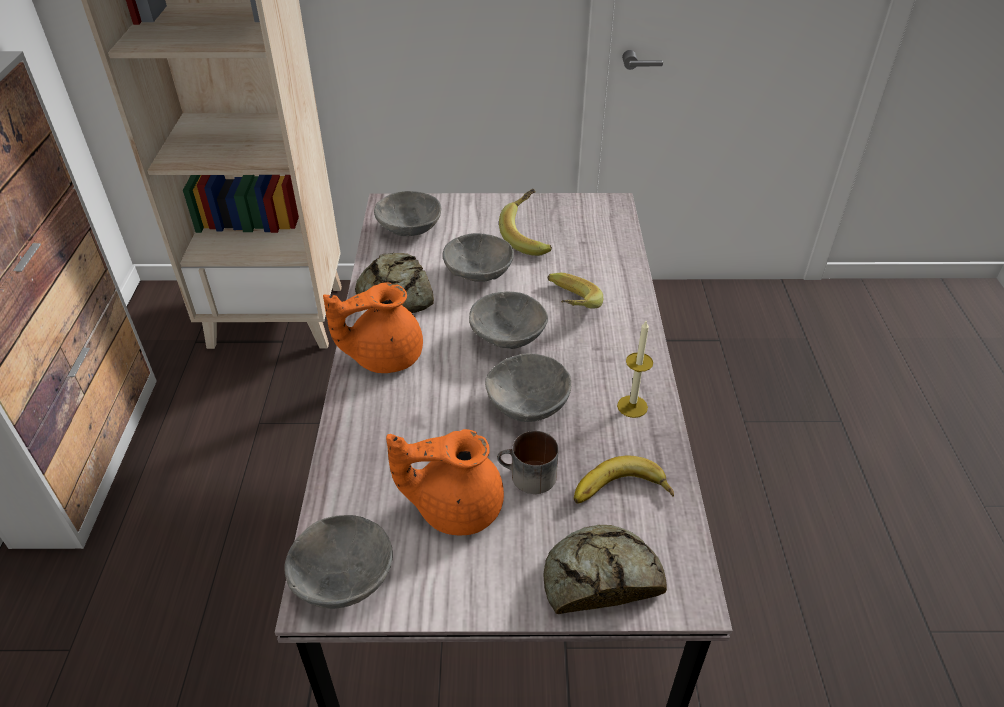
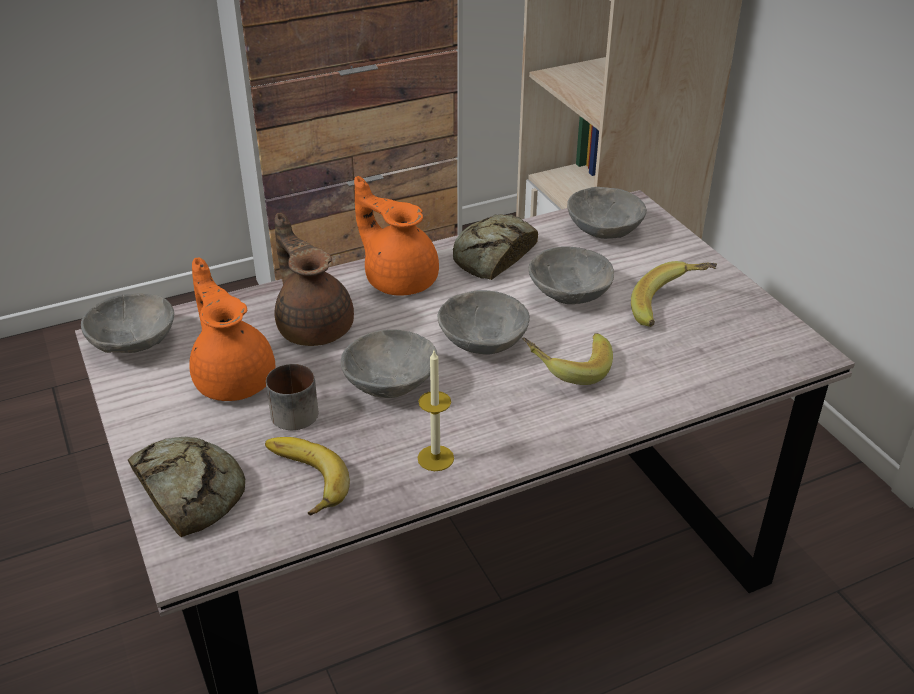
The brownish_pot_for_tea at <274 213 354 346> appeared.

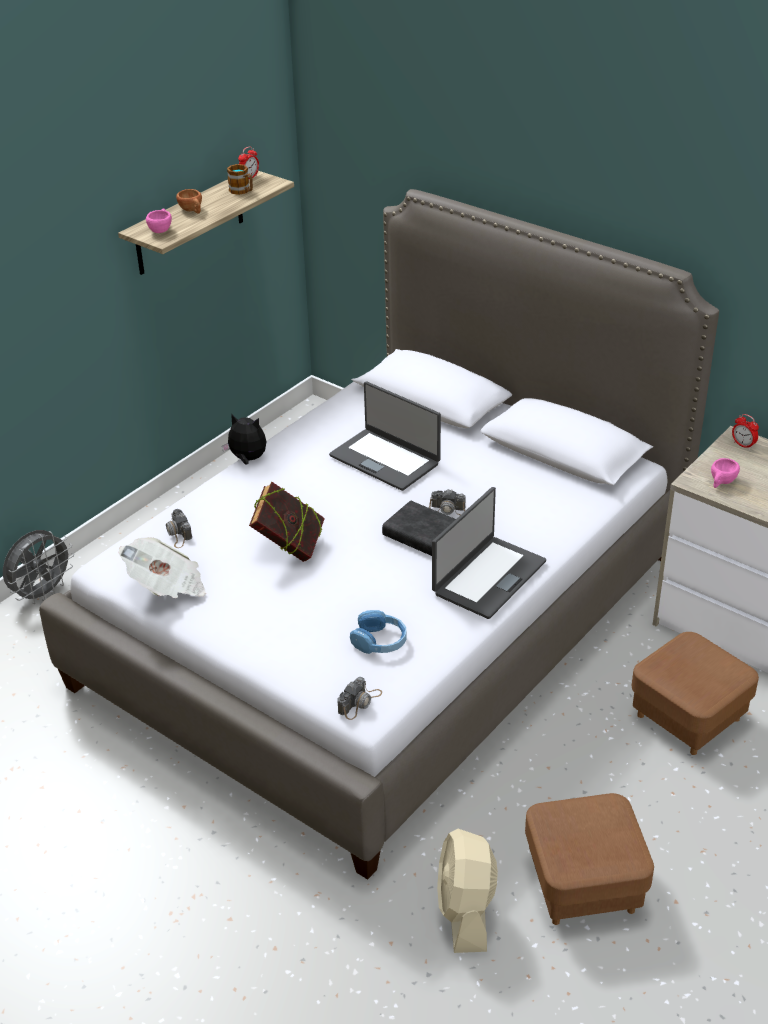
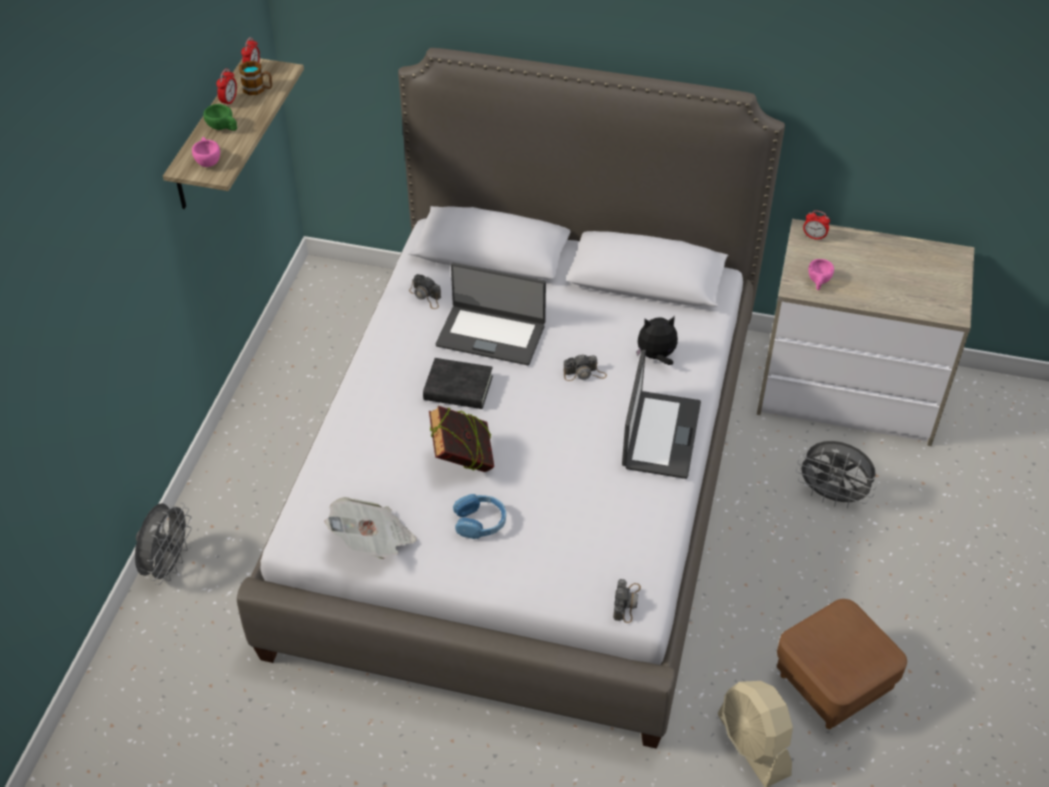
The still_camera moved from <166 509 192 548> to <409 274 441 309>.
The brownish_small_cup at <176 189 202 213> became the green-coloured_small_cup at <203 104 237 131>.
The plush_toy moved from <222 414 267 465> to <636 316 678 365>.
The blue-coloured_pair_of_headphones moved from <350 610 406 654> to <453 494 506 539>.
The black_bound_book moved from <382 500 456 556> to <423 358 493 409>.
The brownish_pouffe at <632 632 759 755> was replaced by the gray_fan at <796 441 877 508>.
The alarm_clock at <216 69 237 107> appeared.

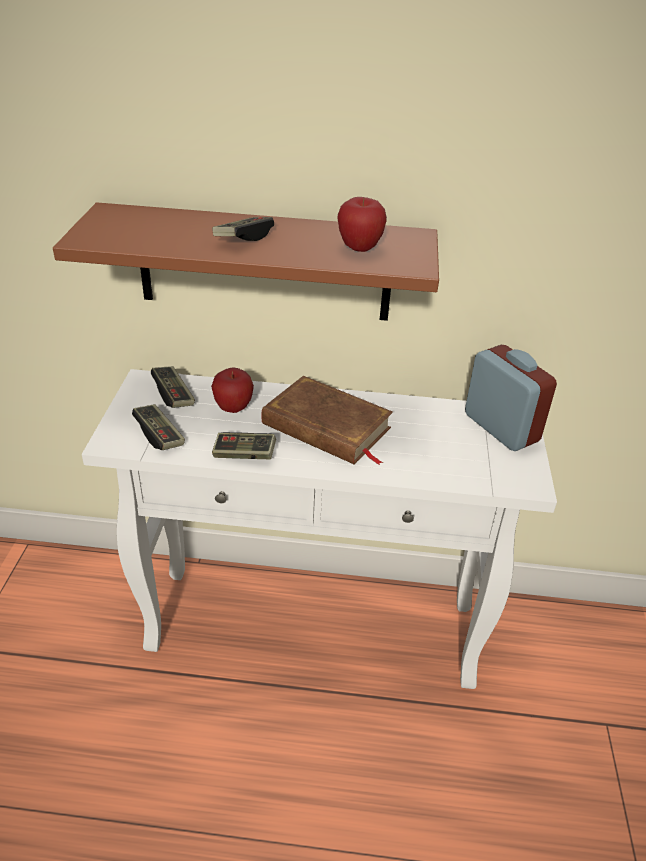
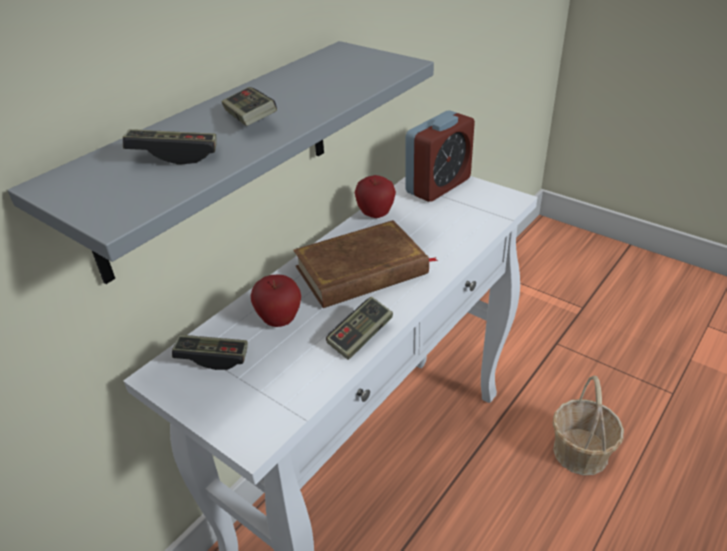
The brownish_shelf at <53 202 439 321> became the gray_shelf at <8 41 434 284>.
The game_controller moved from <132 404 185 450> to <123 129 217 165>.
The whole_apple moved from <337 197 387 252> to <354 175 396 218>.
The alarm_clock at <465 345 557 451> turned 135 degrees clockwise.
The household_basket at <553 375 624 475> appeared.

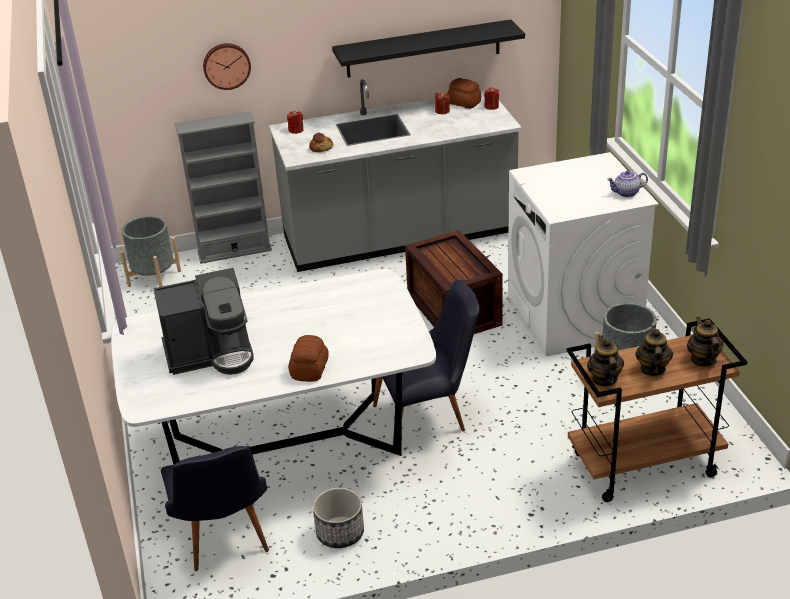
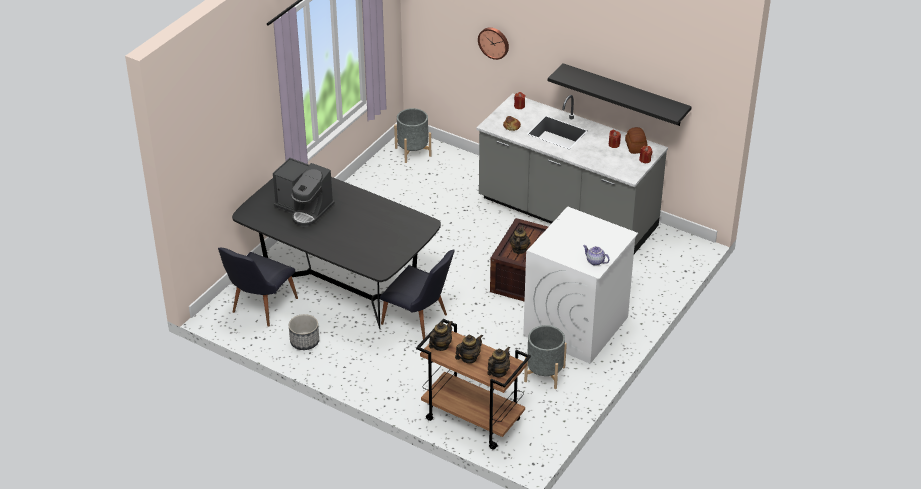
The whitish_dining_table at <111 269 436 464> became the black_dining_table at <232 177 441 329>.
The gray_shelving_unit at <175 111 272 264> disappeared.
The bread at <288 335 329 382> disappeared.
The pot_for_tea at <509 225 530 254> appeared.

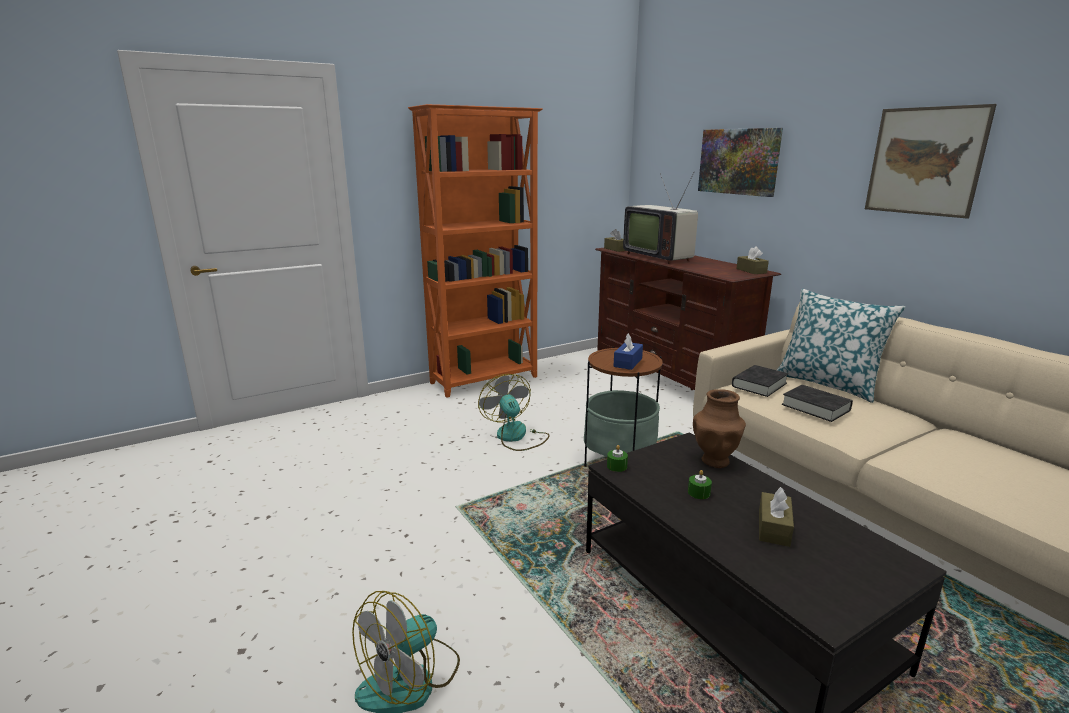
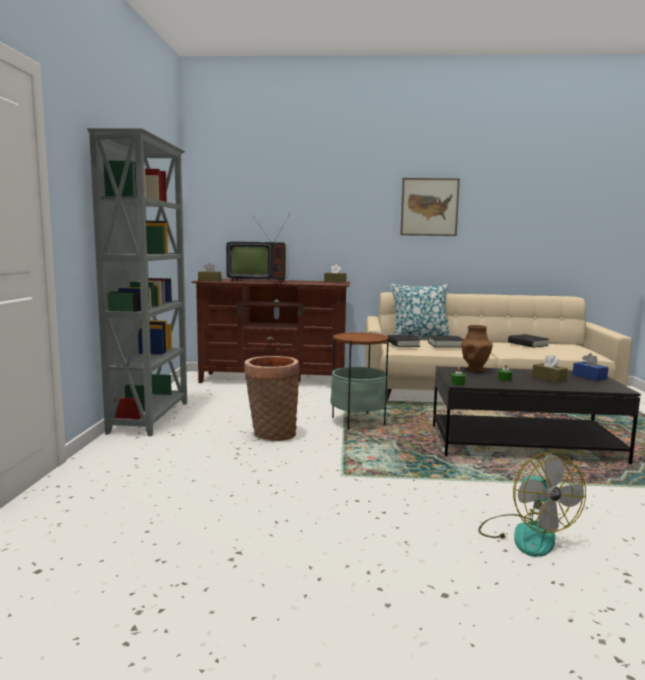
The orangey_shelving_unit at <408 104 543 398> became the gray_shelving_unit at <87 128 187 436>.
The fan at <478 374 550 451> was replaced by the household_basket at <244 356 300 441>.
The blue-coloured_box_of_tissues moved from <613 333 643 370> to <573 353 608 381>.
The wall_art at <698 128 783 197> disappeared.
The black_bound_book at <508 334 549 348> appeared.

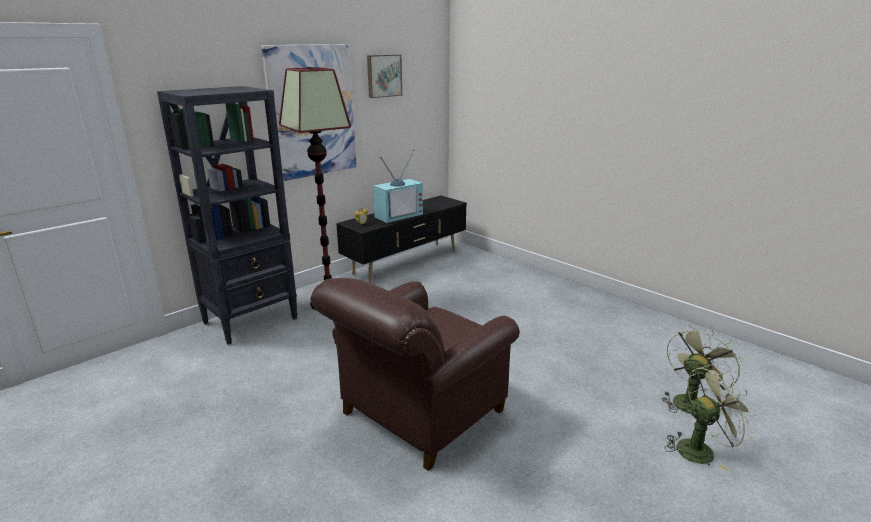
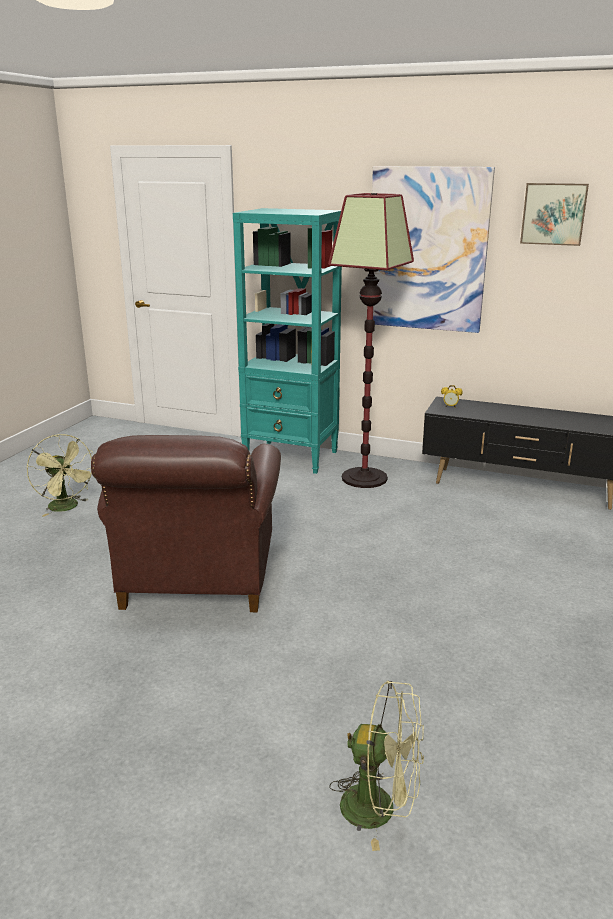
The black_shelving_unit at <157 86 298 345> became the turquoise_shelving_unit at <233 208 342 474>.
The brownish_lounge_chair at <311 278 520 471> turned 105 degrees counterclockwise.
The TV_set at <373 149 423 223> disappeared.
The green-coloured_fan moved from <664 365 757 471> to <27 434 93 517>.

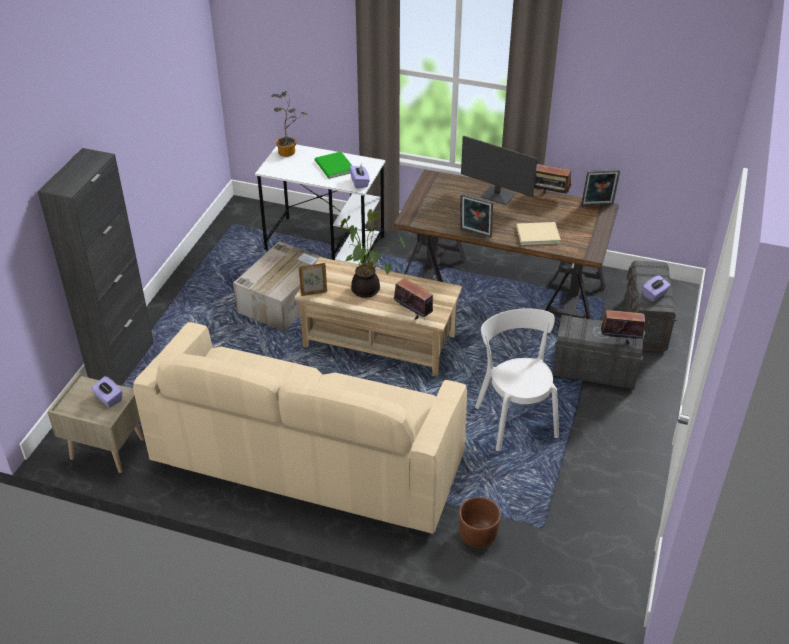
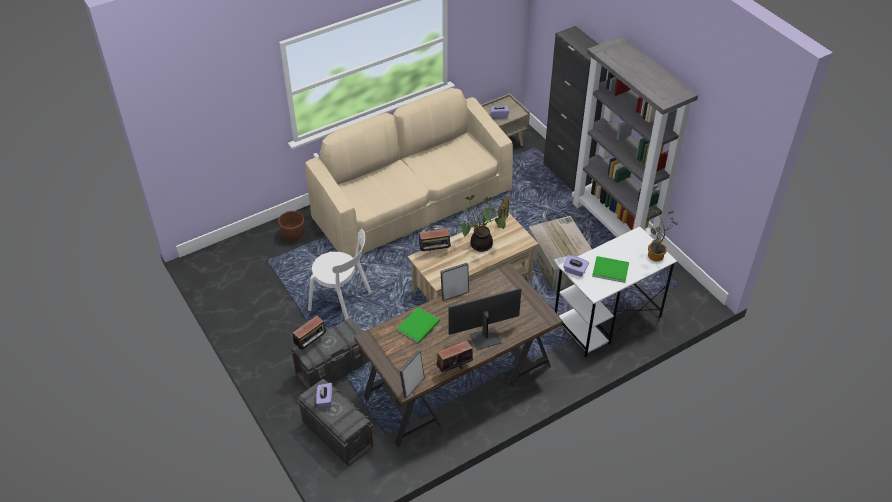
The sand-coloured_bound_book at <516 222 561 245> became the green-coloured_bound_book at <397 307 440 343>.
The gray_shelving_unit at <572 36 698 243> appeared.

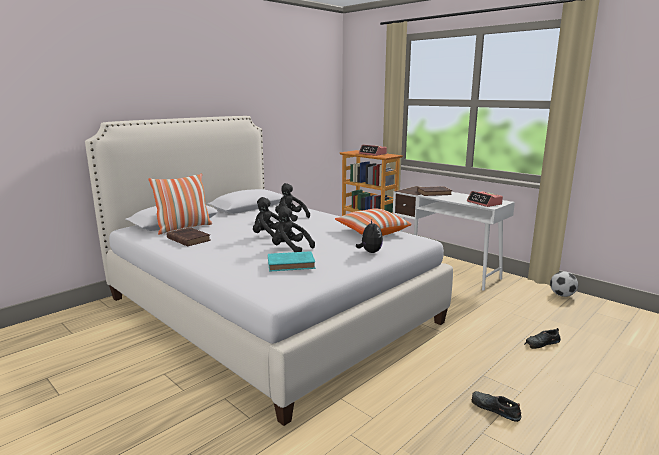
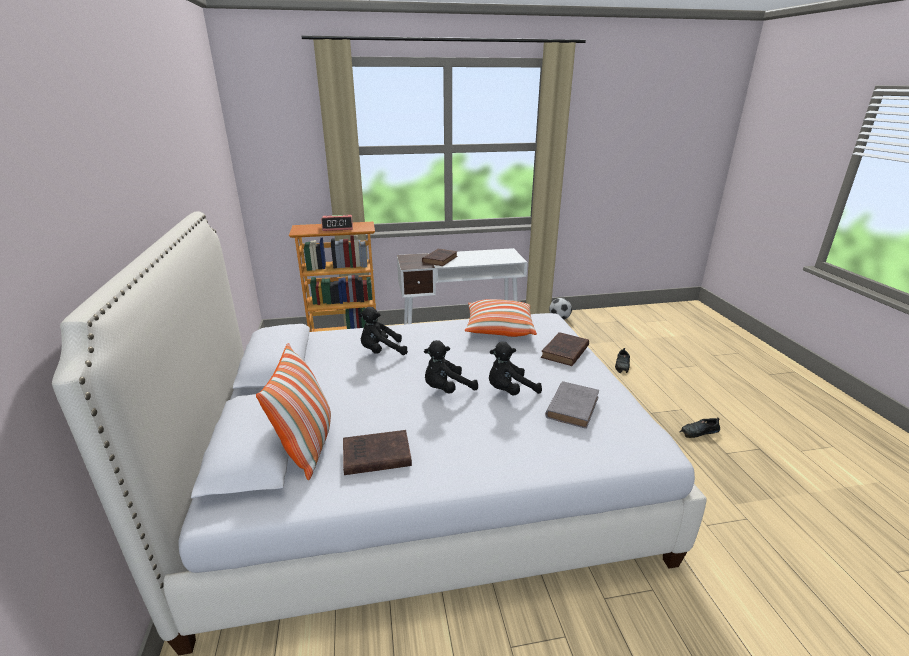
The turquoise_bound_book at <268 251 315 272> became the gray_bound_book at <545 381 599 429>.
The plush_toy at <356 220 383 253> was replaced by the brownish_bound_book at <541 332 589 366>.
The alarm_clock at <467 191 503 207> disappeared.

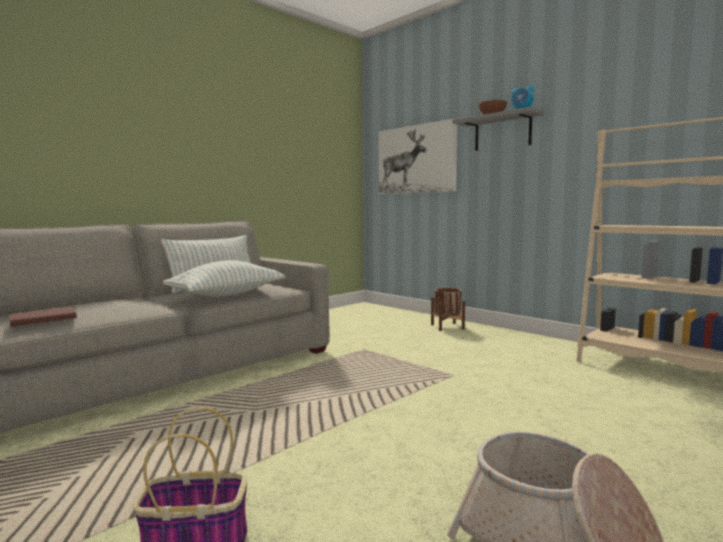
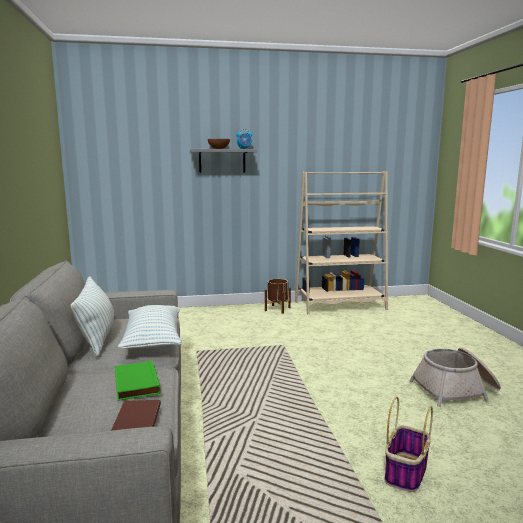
The wall_art at <378 118 457 194> disappeared.
The brownish_flower_pot moved from <431 288 465 331> to <265 279 291 314>.
The green-coloured_bound_book at <115 360 161 401> appeared.

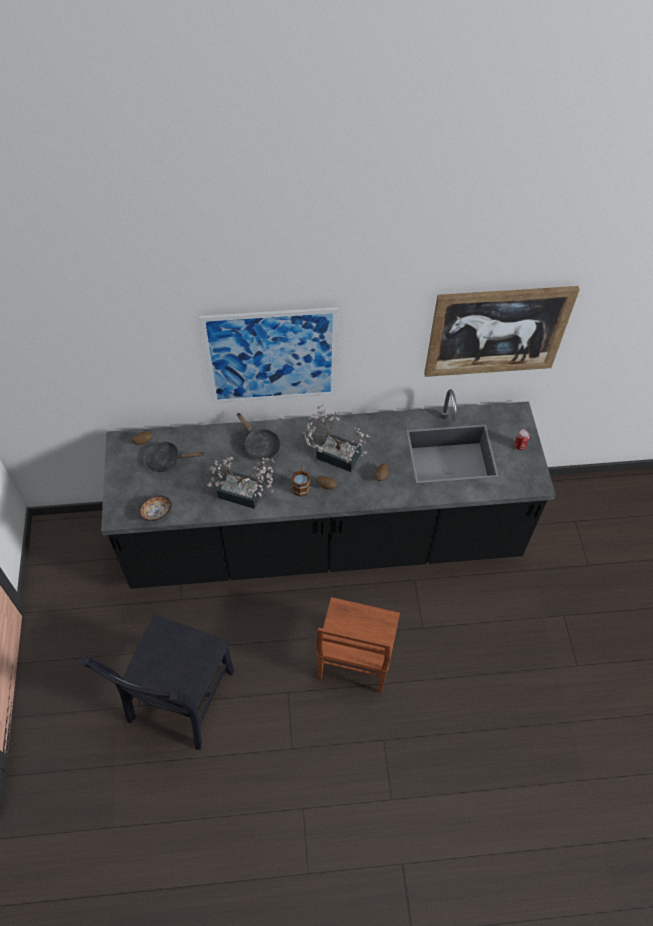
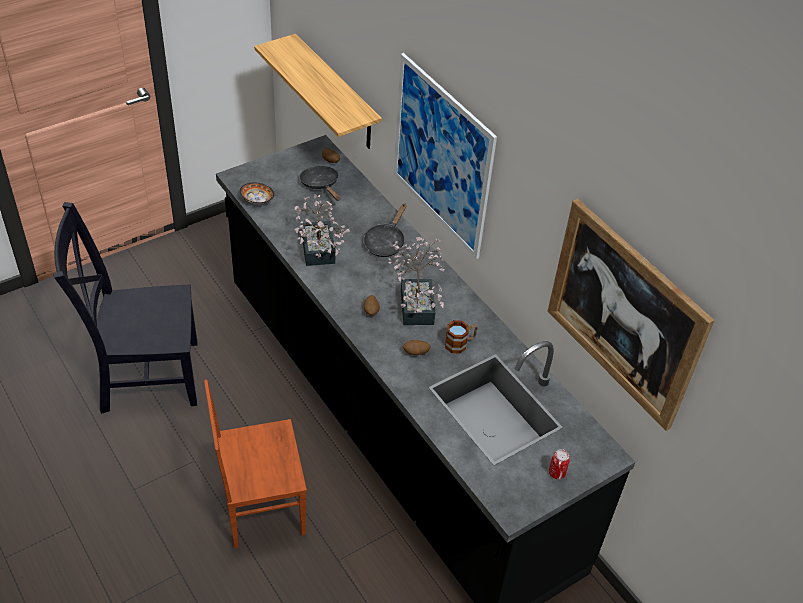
The mug moved from <292 465 310 497> to <445 320 478 354>.
The shelf at <254 34 382 149> appeared.

